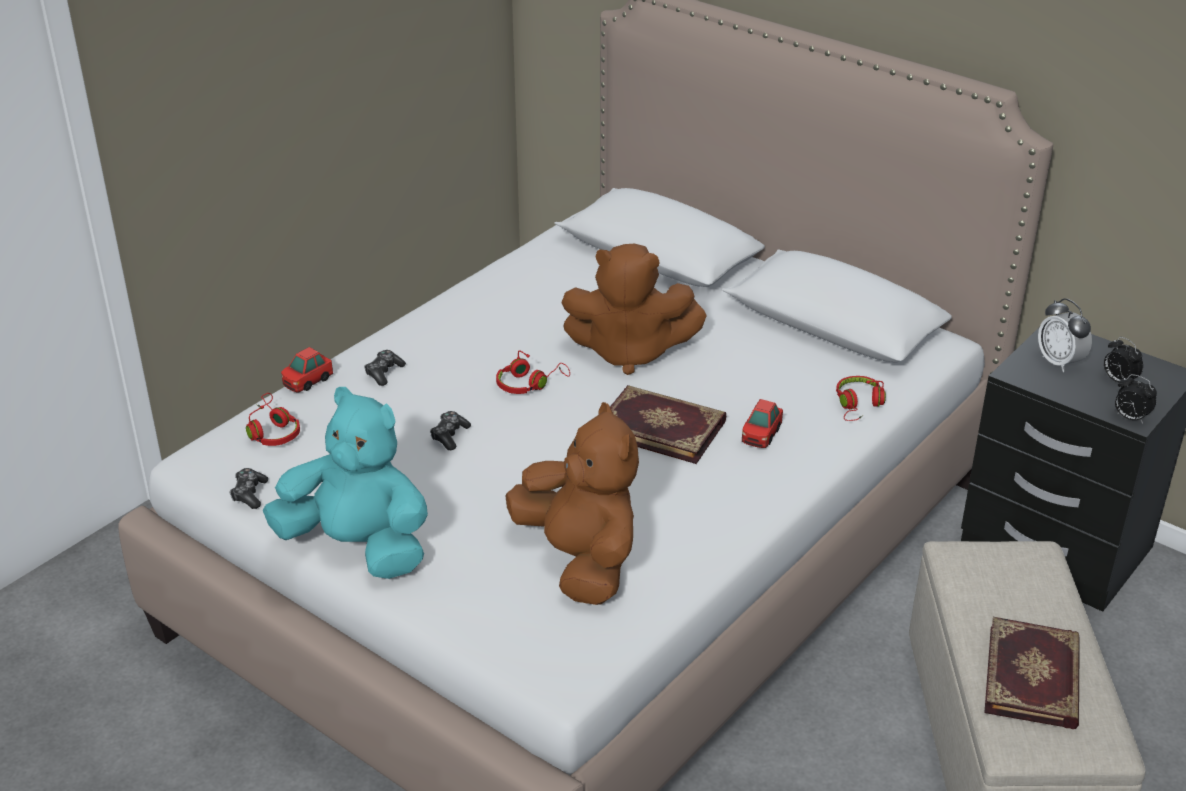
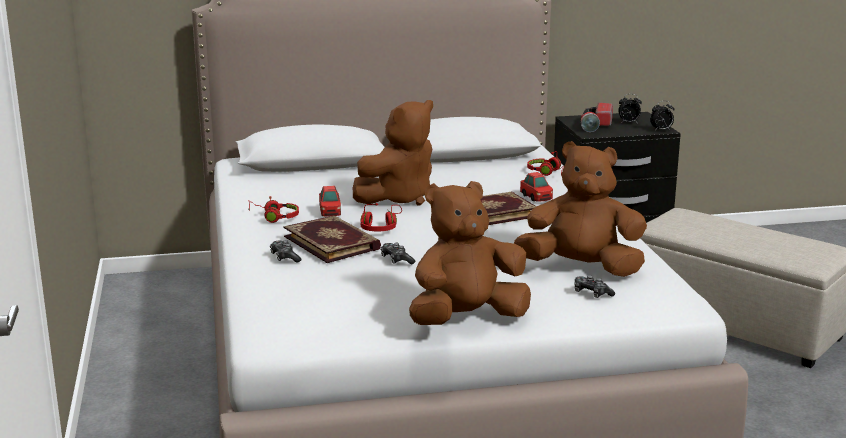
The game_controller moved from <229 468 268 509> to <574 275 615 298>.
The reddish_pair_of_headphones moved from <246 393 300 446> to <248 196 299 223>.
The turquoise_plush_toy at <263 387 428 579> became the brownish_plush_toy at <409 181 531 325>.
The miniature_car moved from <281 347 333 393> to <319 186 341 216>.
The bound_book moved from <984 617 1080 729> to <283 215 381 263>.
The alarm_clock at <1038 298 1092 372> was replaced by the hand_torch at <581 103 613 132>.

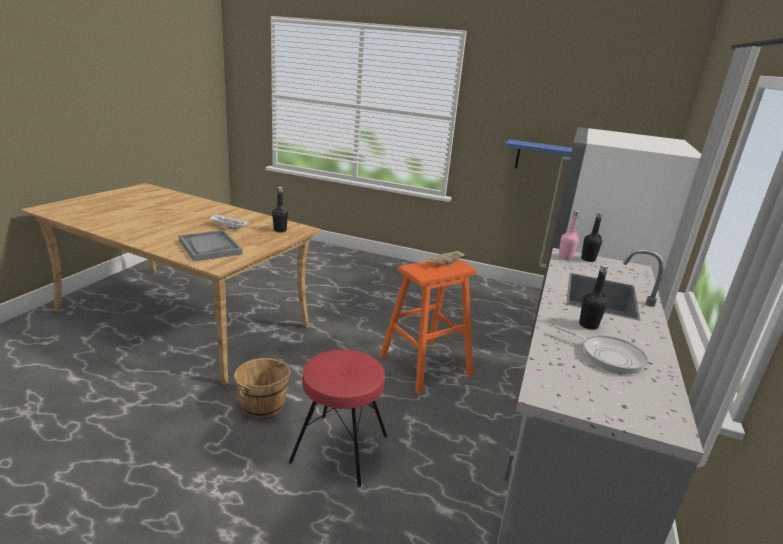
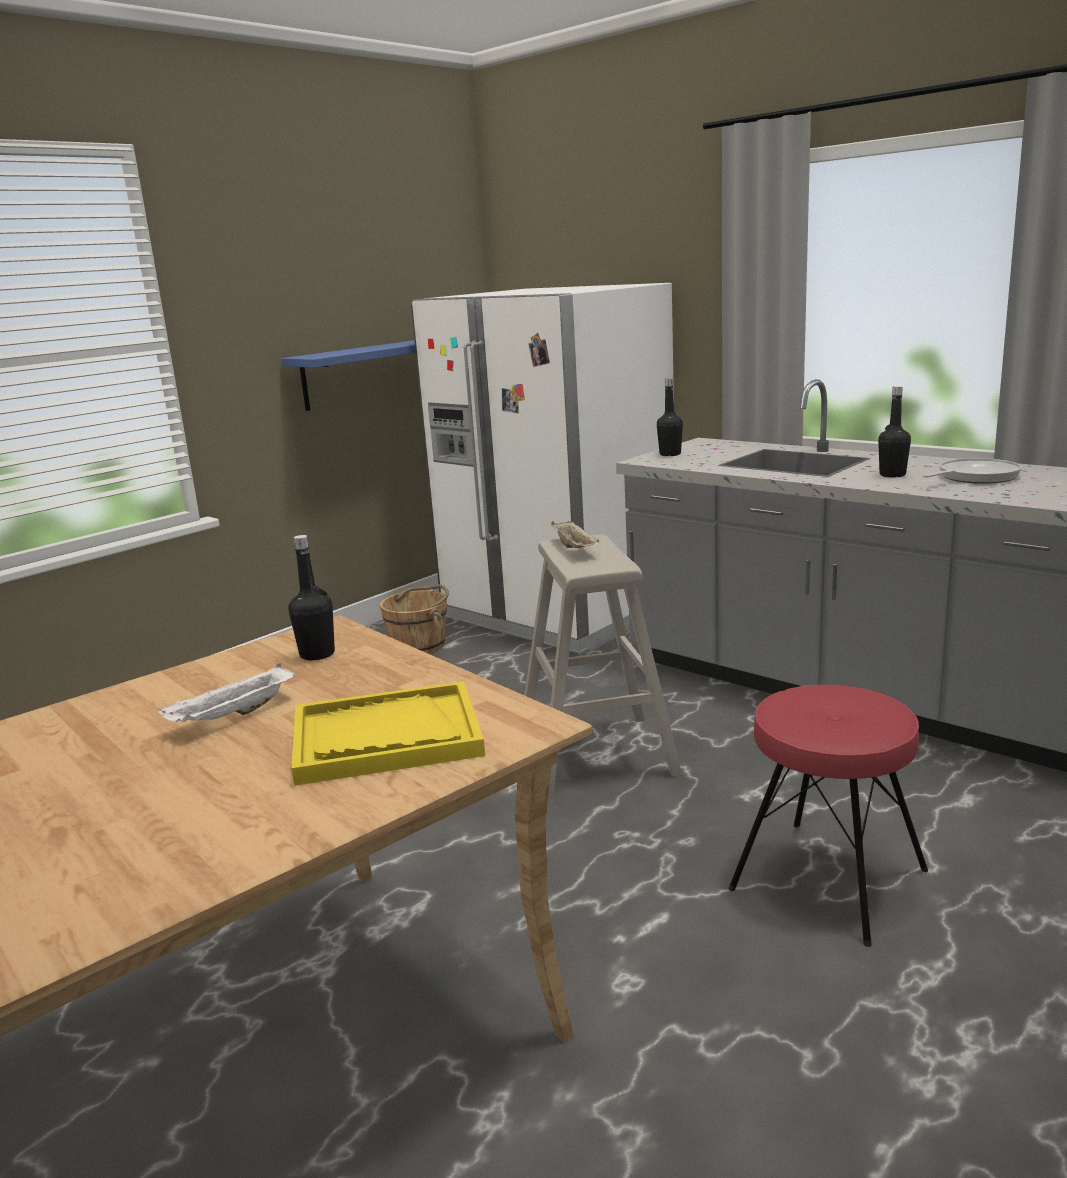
The gray_tray at <178 230 242 261> became the yellow-coloured_tray at <291 681 485 786>.
The brownish_water_bucket moved from <234 358 291 418> to <380 584 449 654>.
The orangey_stool_seat at <379 259 477 394> became the sand-coloured_stool_seat at <524 534 682 796>.
The pinkish_bottle at <558 210 579 260> disappeared.

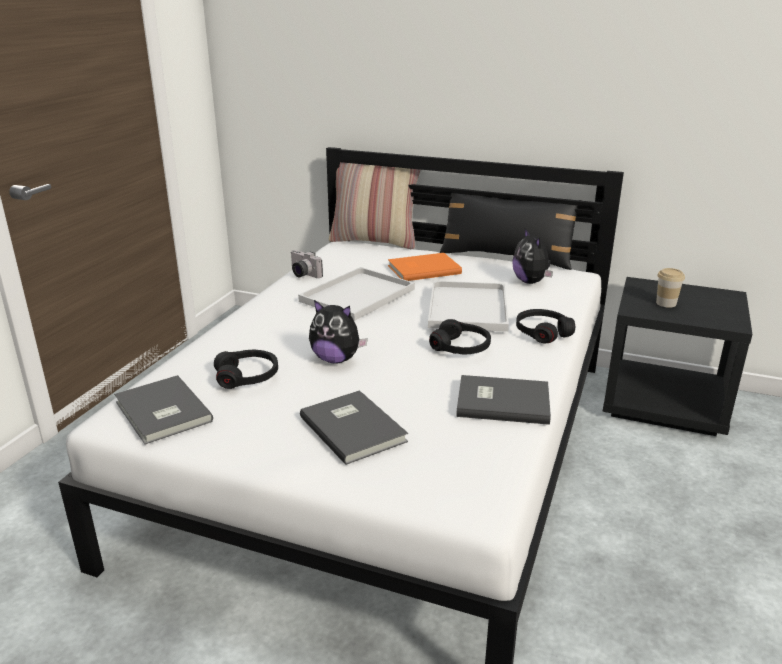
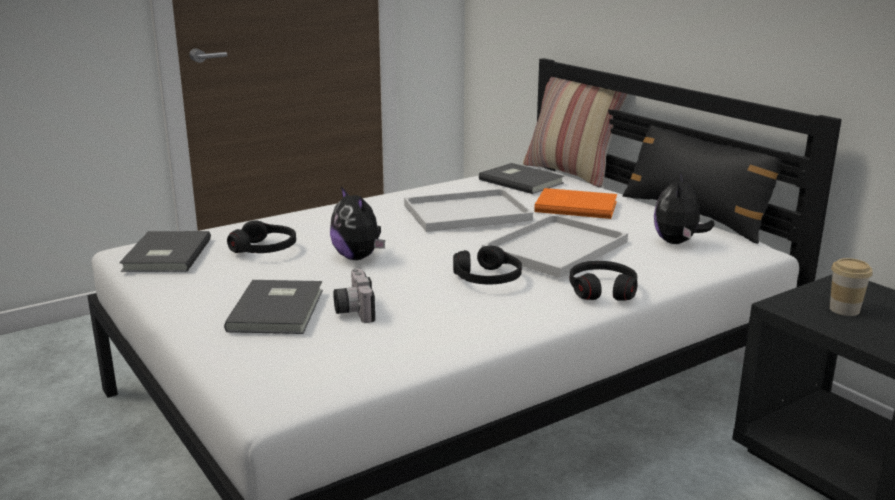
The still_camera moved from <290 250 323 278> to <333 268 375 323>.
The gray_bound_book moved from <456 375 551 425> to <479 163 564 194>.

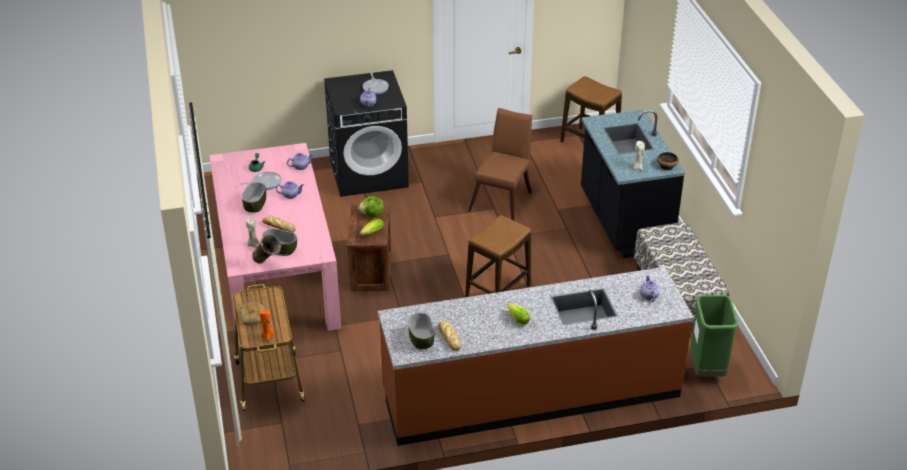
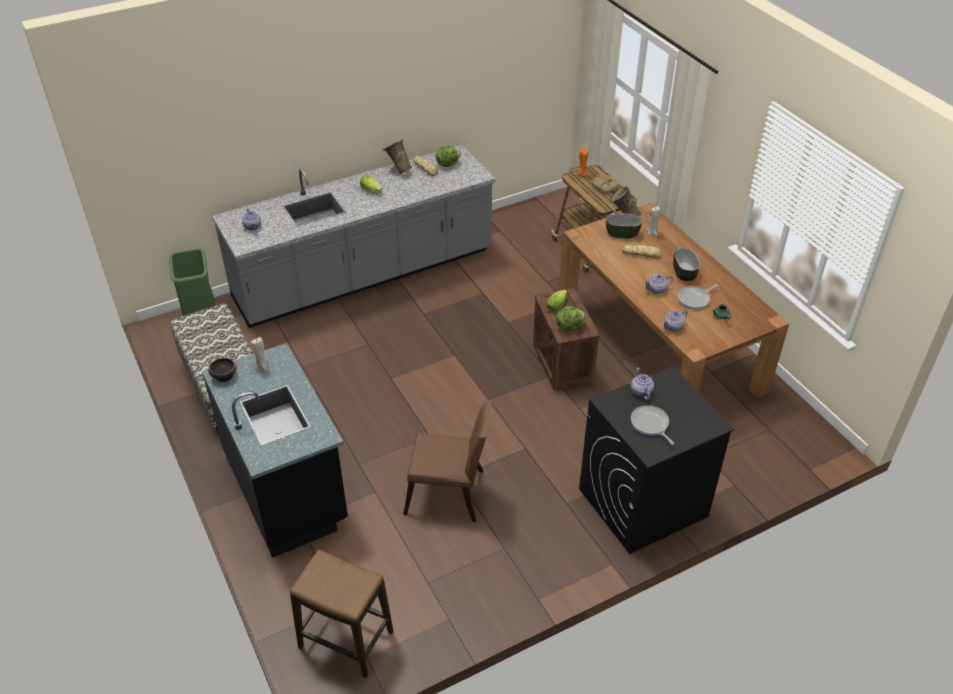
The pinkish_dining_table at <209 143 341 345> became the brownish_dining_table at <559 203 789 398>.
The brownish_kitchen_counter at <378 267 694 446> became the gray_kitchen_counter at <212 145 495 328>.
The bowl at <408 313 435 349> was replaced by the lettuce at <436 146 461 167>.
The stool_seat at <465 215 531 297> disappeared.
The brownish_plain_chair at <468 108 532 221> turned 90 degrees counterclockwise.
The sand-coloured_decorative_vase at <383 139 412 174> appeared.

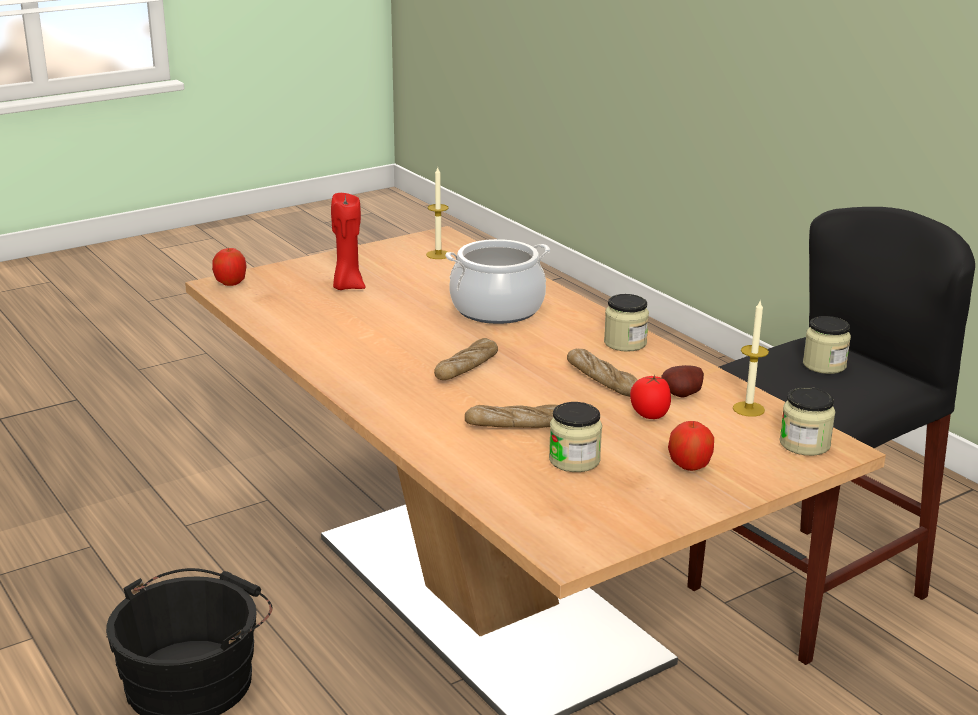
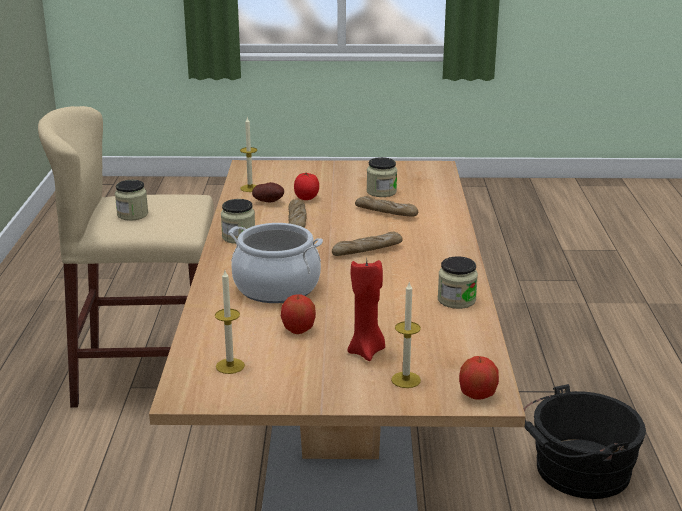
The whole_apple moved from <668 421 714 471> to <281 294 316 334>.
The black_stool_seat at <687 207 975 665> became the sand-coloured_stool_seat at <38 106 214 408>.
The storage_jar moved from <779 387 835 456> to <438 256 478 309>.
The wax_candle at <391 281 421 388> appeared.

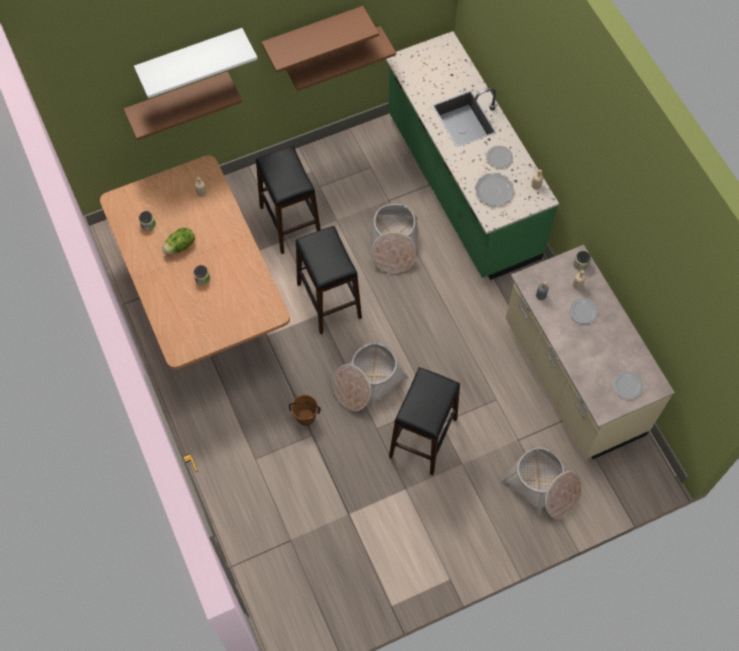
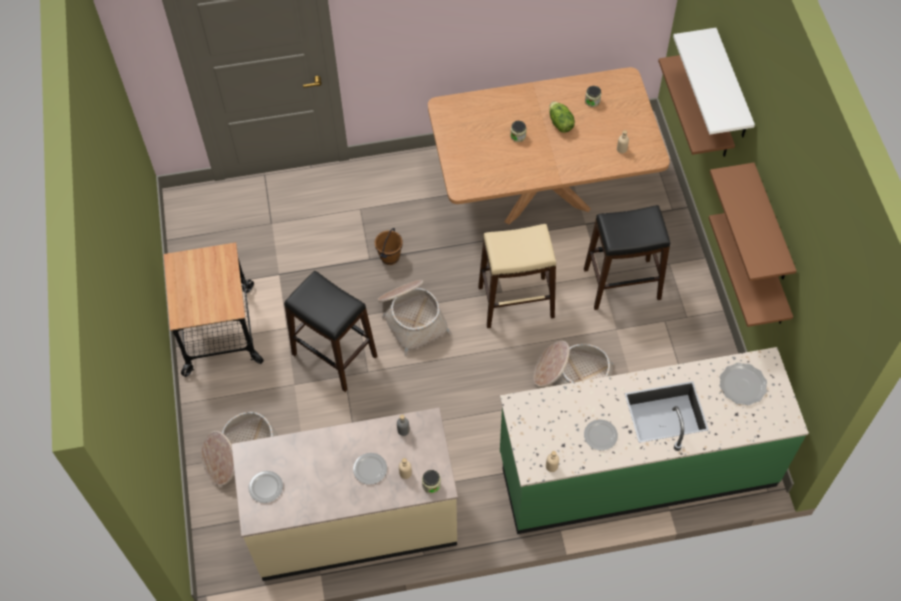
The black_stool_seat at <296 226 362 334> became the sand-coloured_stool_seat at <478 224 556 328>.
The flat_dish moved from <475 173 514 206> to <720 363 767 405>.
The trolley at <164 242 264 377> appeared.

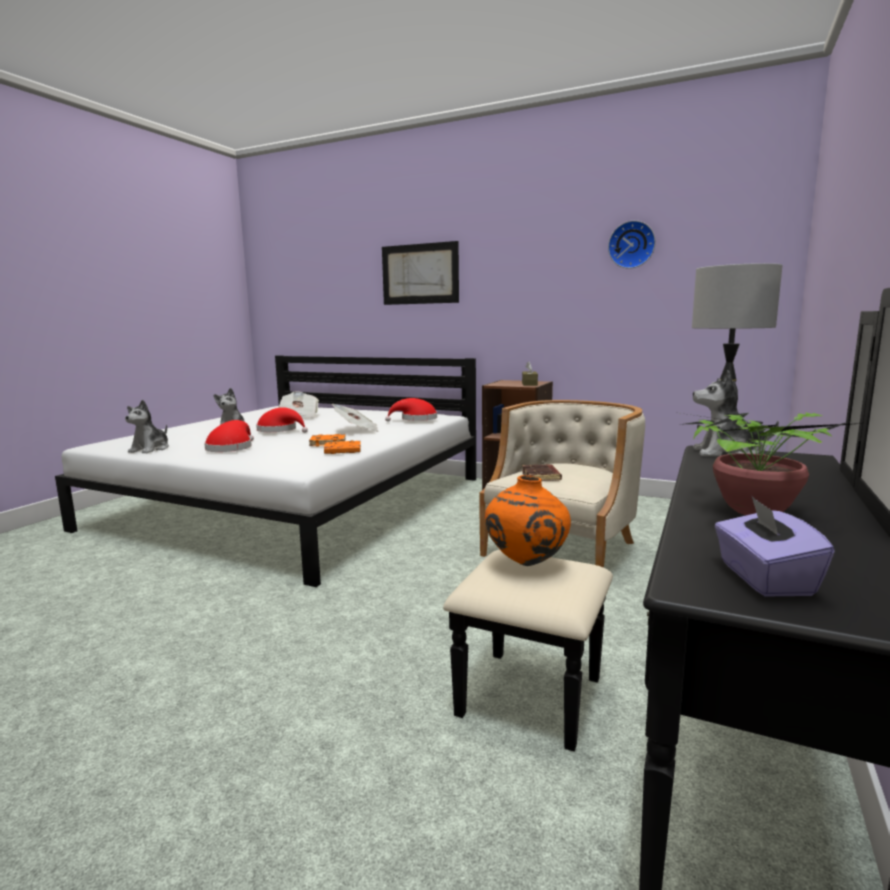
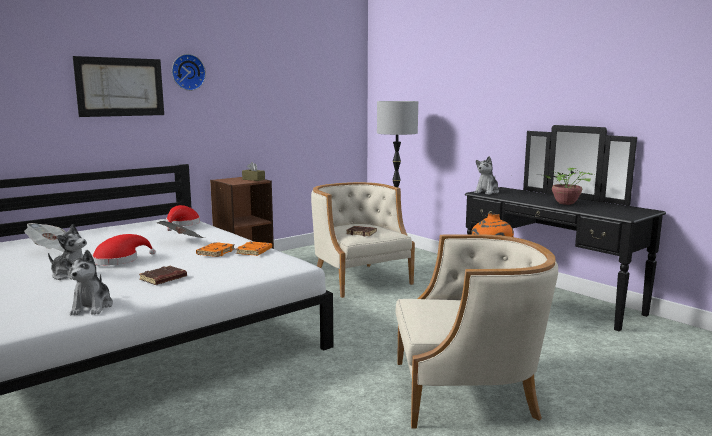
The plush_toy at <125 400 169 453> turned 45 degrees clockwise.
The reddish_clothing_hat at <204 420 254 452> was replaced by the brownish_bound_book at <139 266 187 285>.
The clock_on_the_wall moved from <608 220 656 269> to <172 54 206 91>.
The purple-coloured_box_of_tissues at <715 497 835 597> disappeared.
The sand-coloured_lounge_chair at <396 234 558 428> appeared.

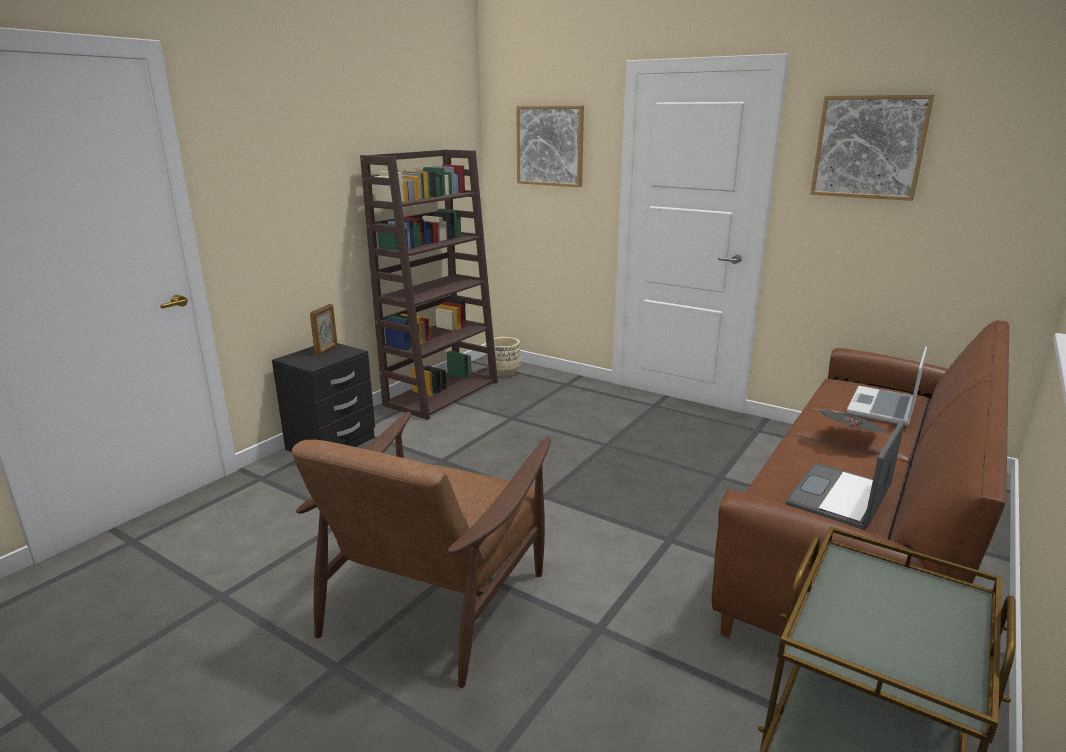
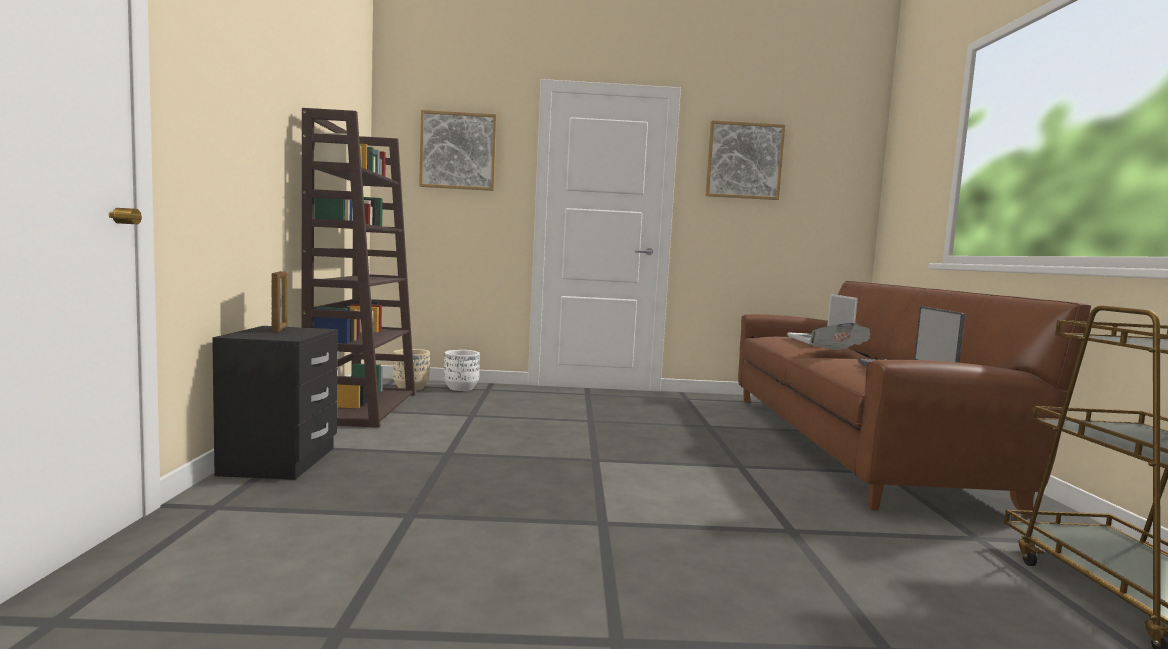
The brownish_lounge_chair at <292 412 551 688> disappeared.
The whitish_flower_pot at <444 350 480 391> appeared.

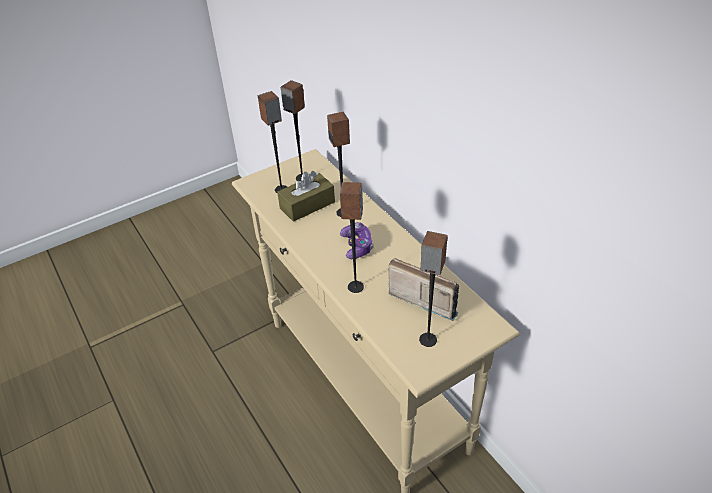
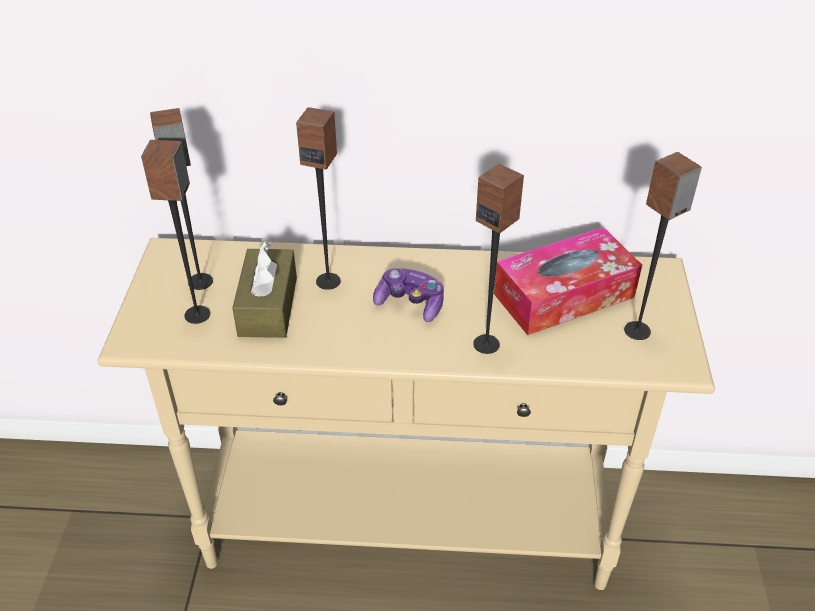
The radio_set at <389 258 459 321> was replaced by the box_of_tissues at <494 227 642 335>.

